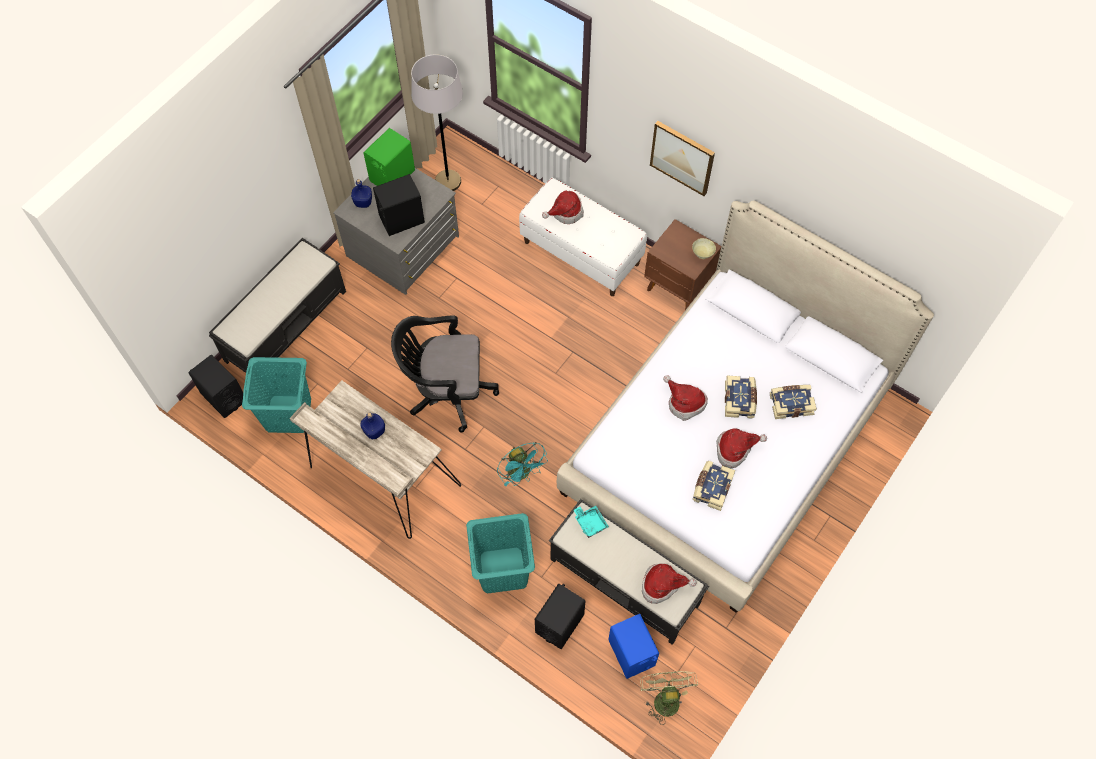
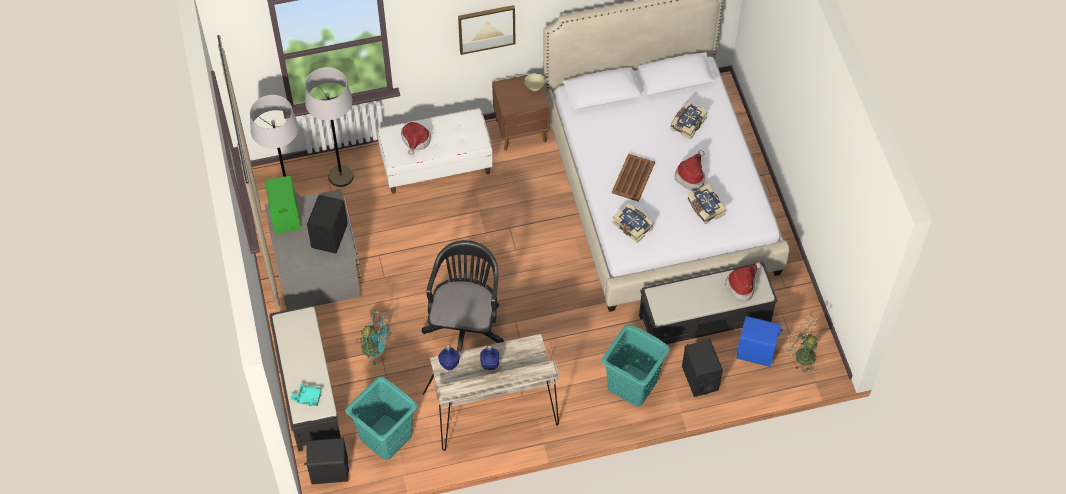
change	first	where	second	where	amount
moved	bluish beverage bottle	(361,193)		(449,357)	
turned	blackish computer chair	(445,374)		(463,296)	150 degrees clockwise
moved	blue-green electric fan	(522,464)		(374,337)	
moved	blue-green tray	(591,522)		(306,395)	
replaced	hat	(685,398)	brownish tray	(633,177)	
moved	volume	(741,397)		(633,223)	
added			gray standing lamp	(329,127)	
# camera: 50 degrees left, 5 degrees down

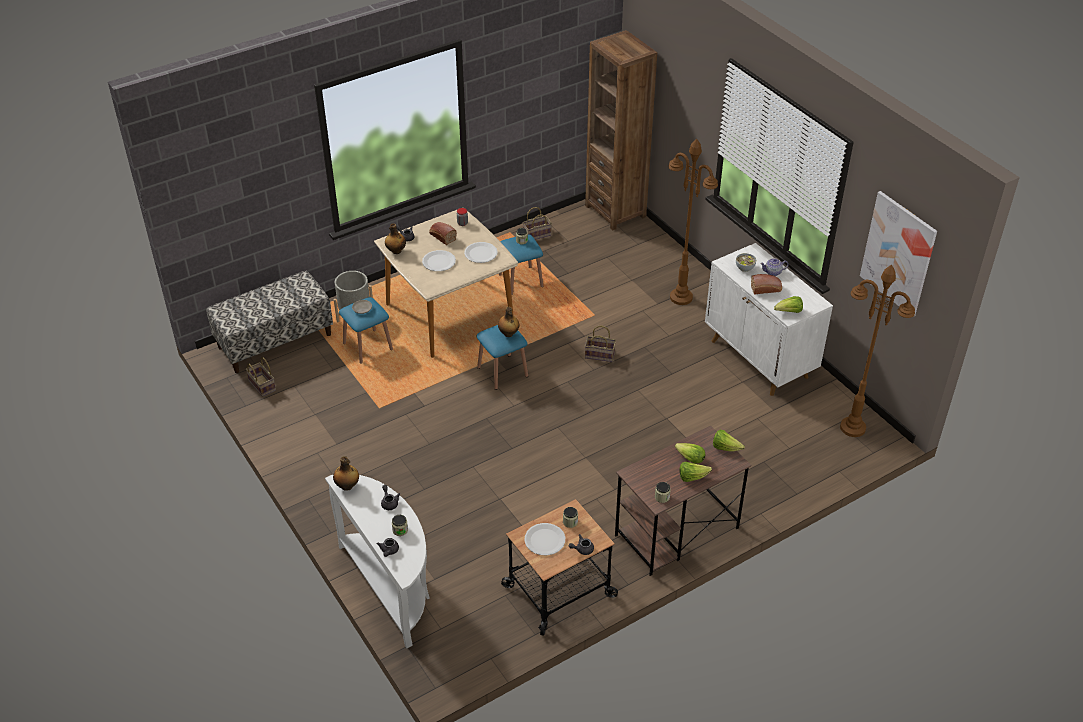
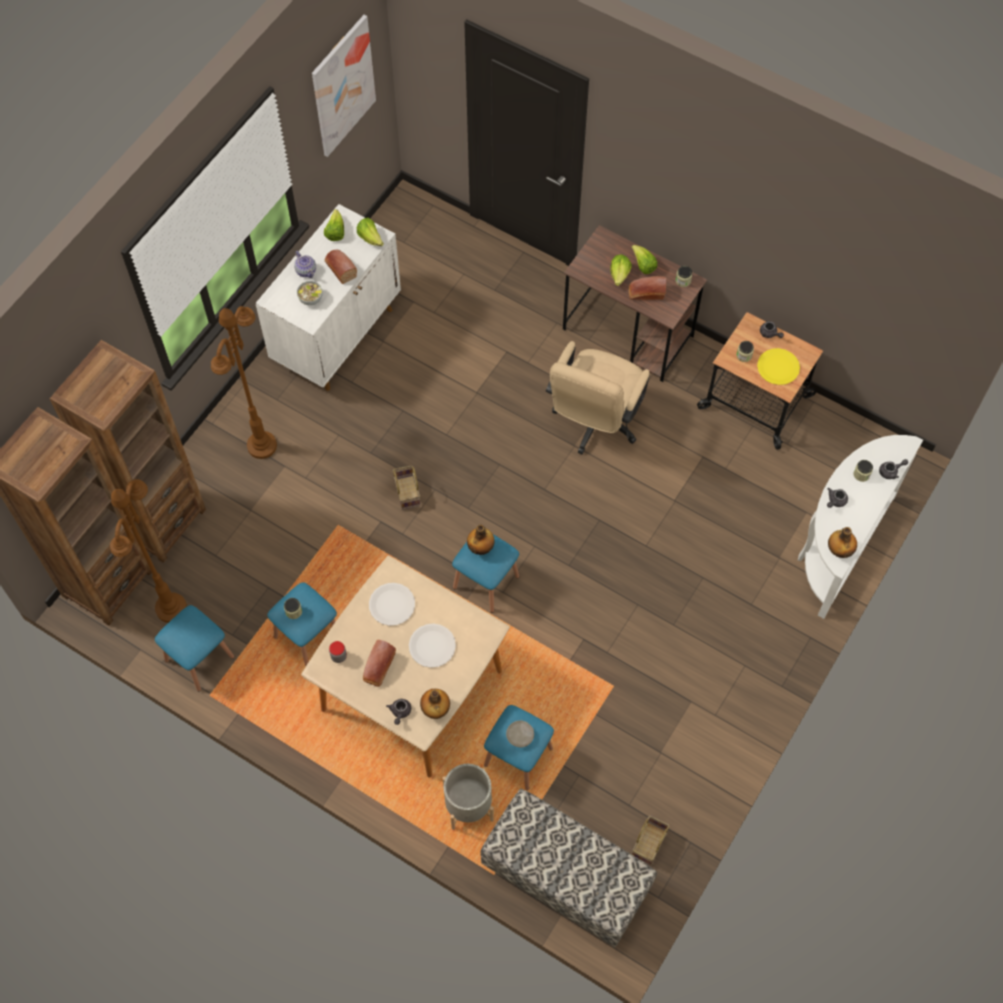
change	first	where	second	where	amount
replaced	basket	(537,223)	bluish sitting stool	(194,648)	
recoloured	white flat dish	(544,539)	yellowish flat dish	(778,366)	
moved	lettuce	(729,440)		(334,225)	
moved	brownish standing lamp	(877,350)		(148,551)	
added			brownish bookshelf	(128,451)	
added			beige-coloured computer chair	(598,398)	
added			bread	(647,288)	
# camera: 115 degrees left, 20 degrees up

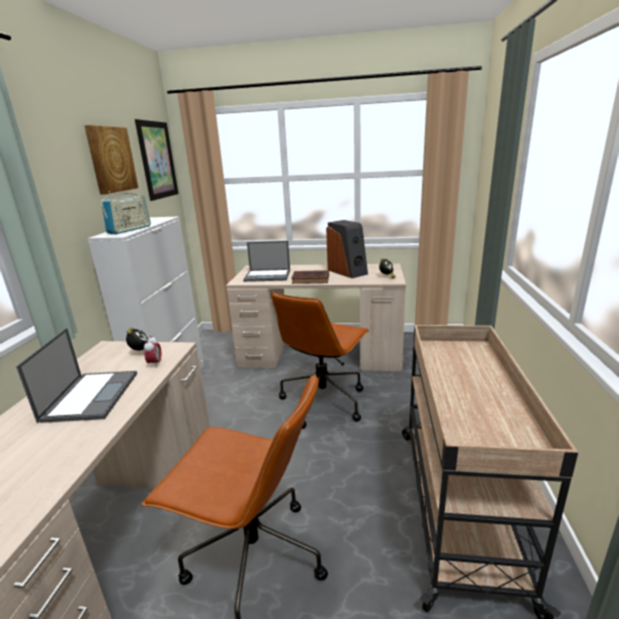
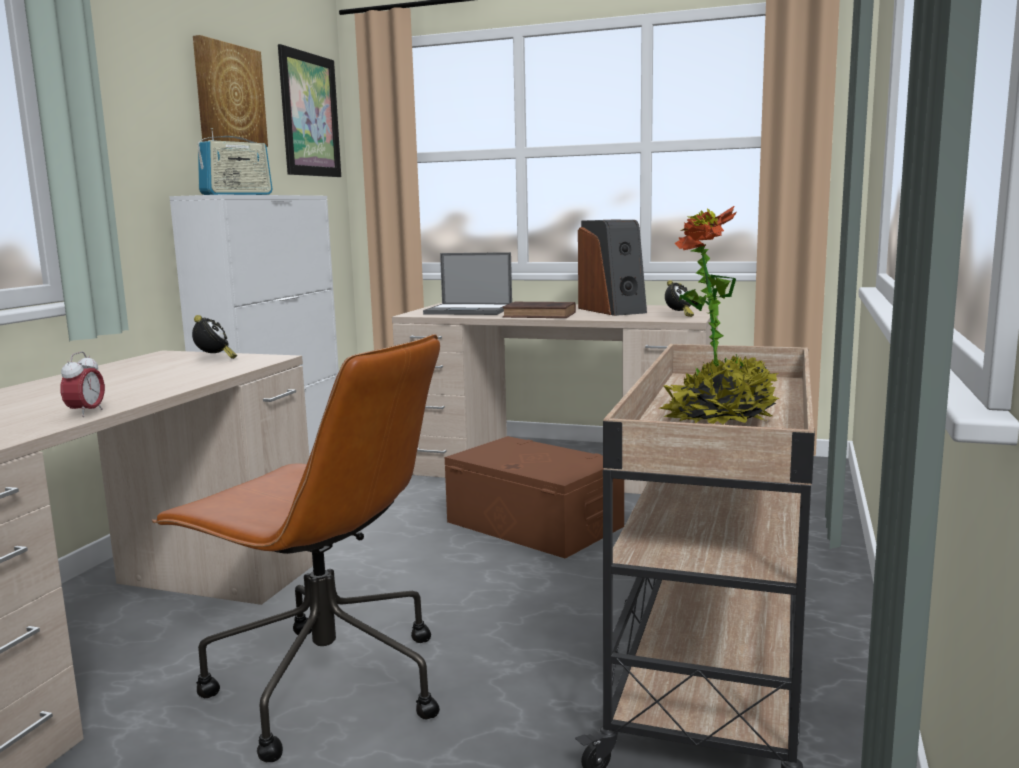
change	first	where	second	where	amount
removed	notebook computer	(76,375)			
moved	alarm clock	(152,351)		(83,384)	
replaced	brownish computer chair	(320,360)	brownish storage bin	(534,497)	
added			potted plant	(719,315)	
# camera: 10 degrees right, 10 degrees down

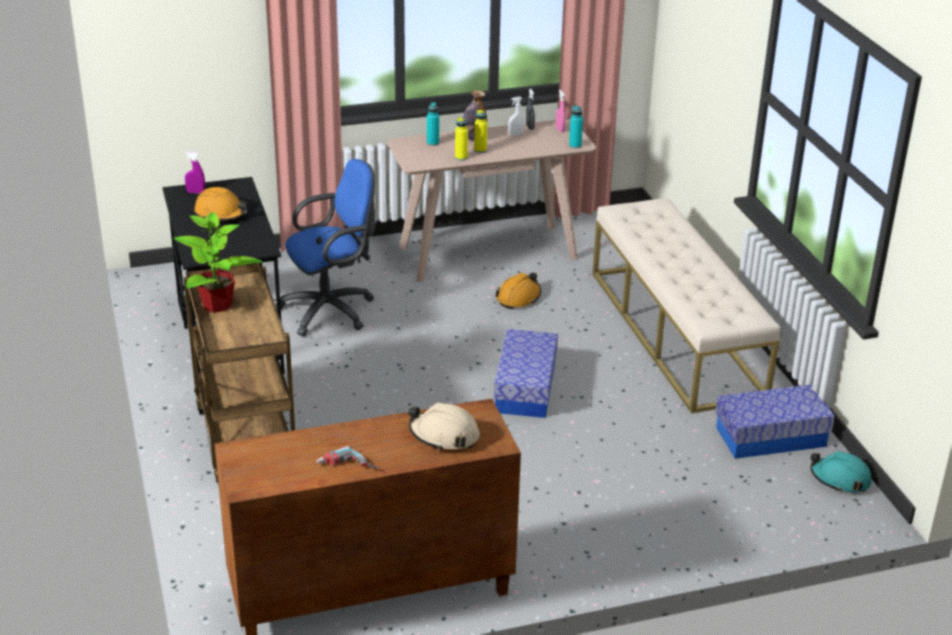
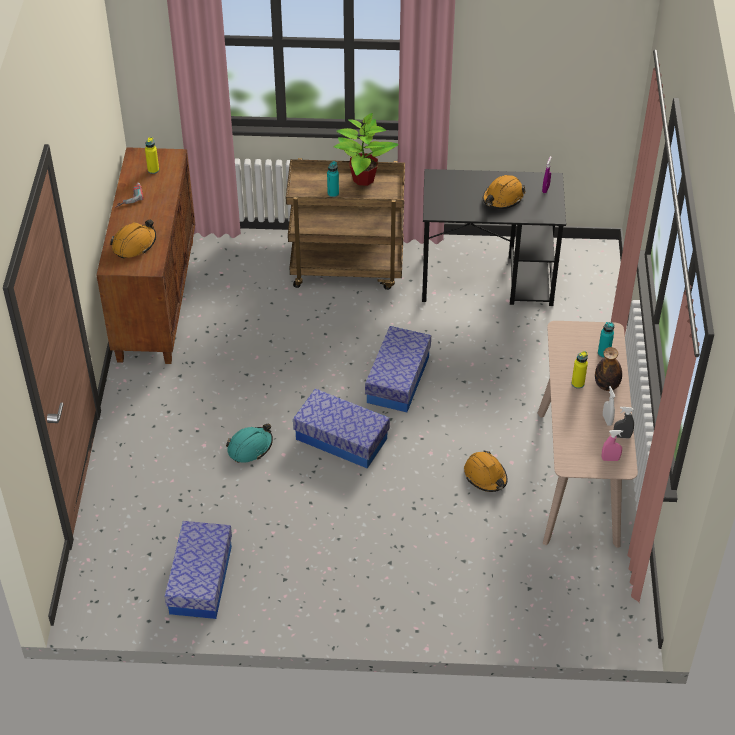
change	first	where	second	where	amount
removed	bluish computer chair	(325,247)			
recoloured	beige-coloured work helmet	(444,426)	orangey work helmet	(133,239)	
moved	yellowish beverage bottle	(461,139)		(152,155)	
moved	blue-green beverage bottle	(576,127)		(333,179)	
removed	beige-coloured bench	(686,305)			
moved	blue-green work helmet	(841,471)		(249,443)	
added			storage bin	(398,369)	
# camera: 110 degrees right, 15 degrees up

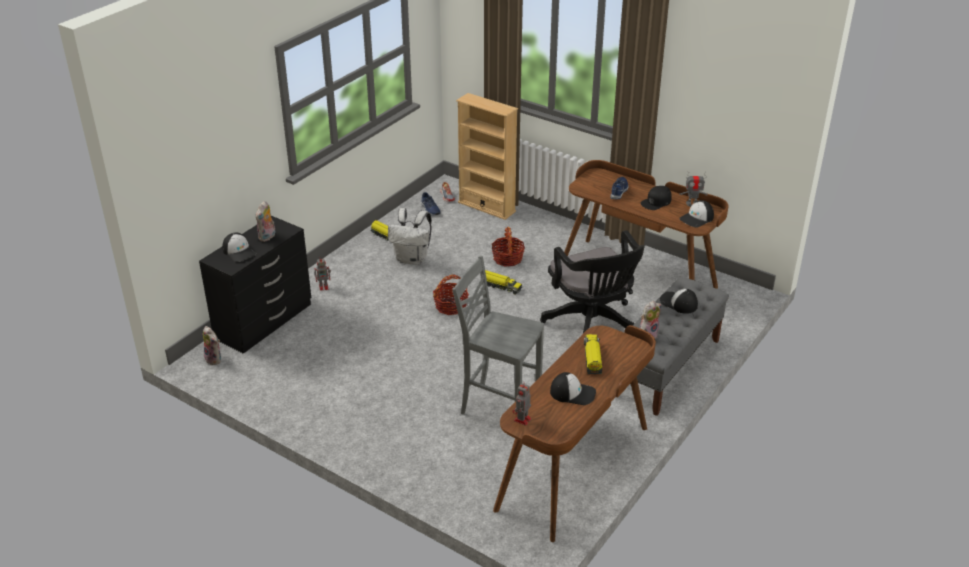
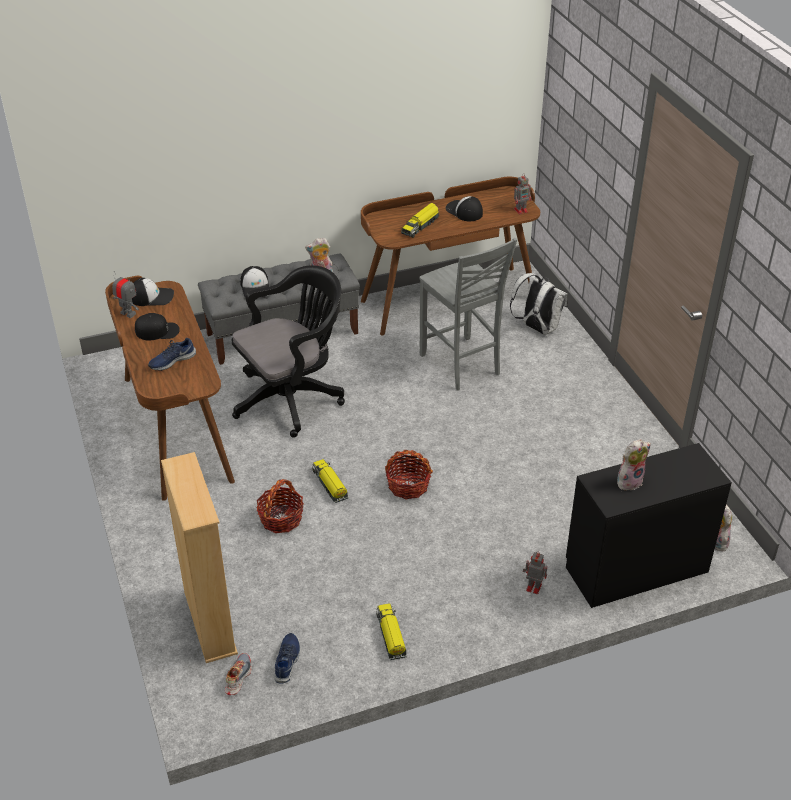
change	first	where	second	where	amount
removed	peaked cap	(239,247)			
moved	white knapsack	(410,236)		(539,304)	
turned	blackish computer chair	(592,281)		(288,351)	45 degrees clockwise
# camera: 145 degrees left, 5 degrees up

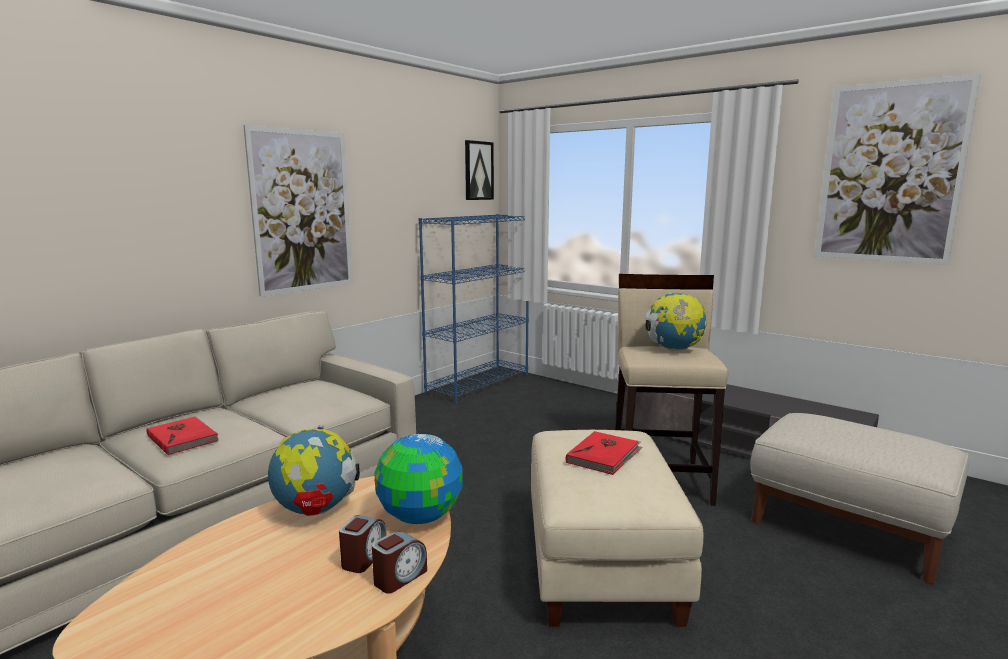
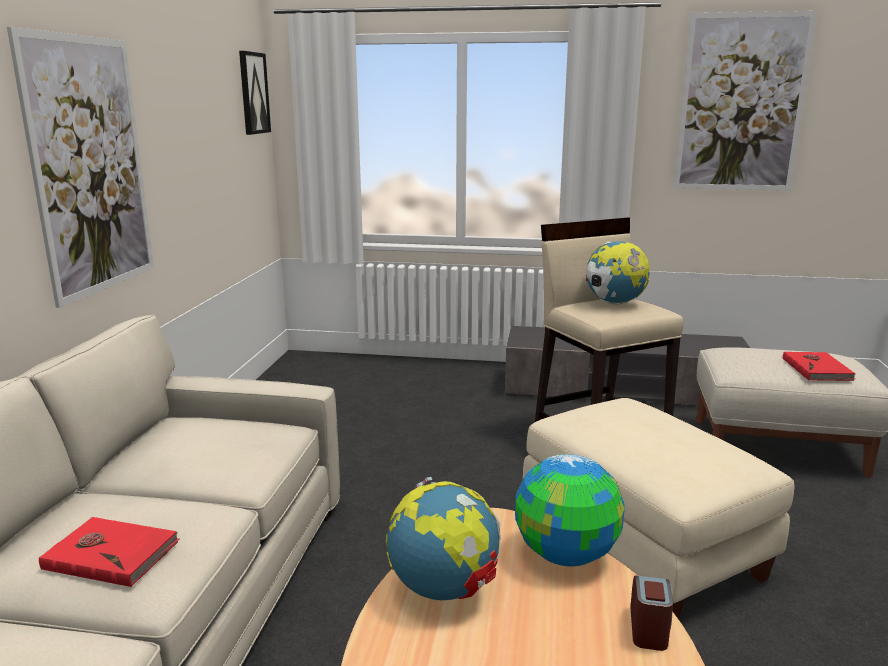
change	first	where	second	where	amount
removed	alarm clock	(362,544)			
removed	bluish bookshelf	(474,309)			
moved	red volume	(604,453)		(819,366)	
# camera: 30 degrees left, 5 degrees up

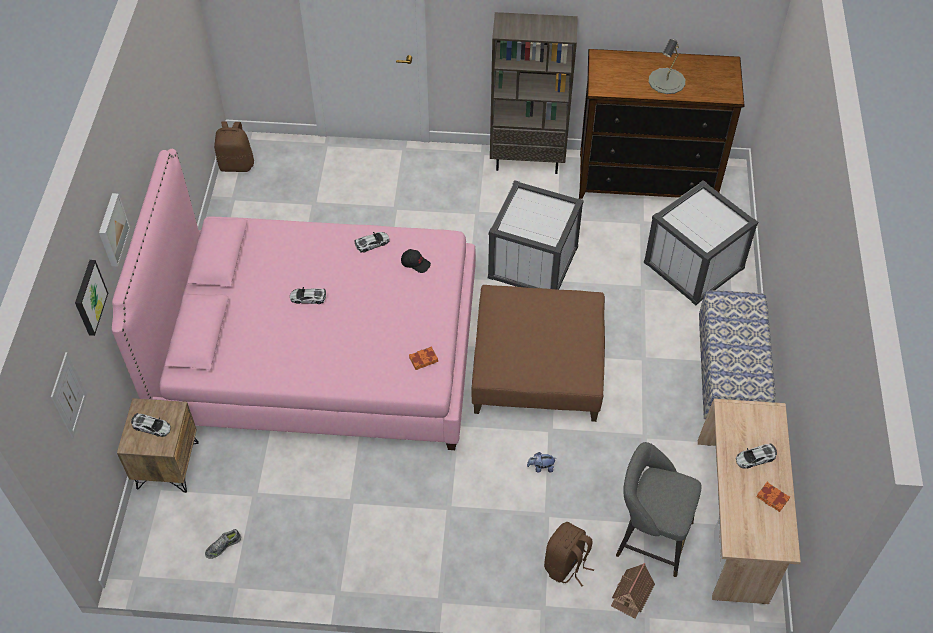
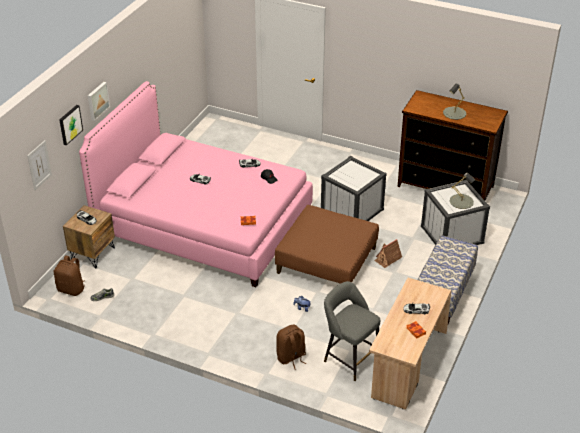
change	first	where	second	where	amount
moved	brownish knapsack	(234,147)		(69,275)	
removed	brownish bookshelf	(534,93)			
moved	model house	(633,591)		(388,253)	
added			gray table lamp	(462,191)	
# camera: 20 degrees right, 15 degrees down

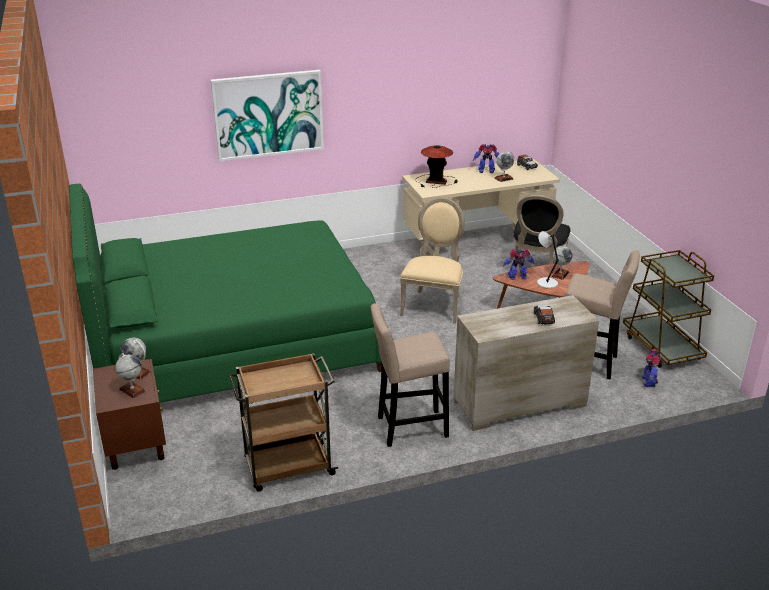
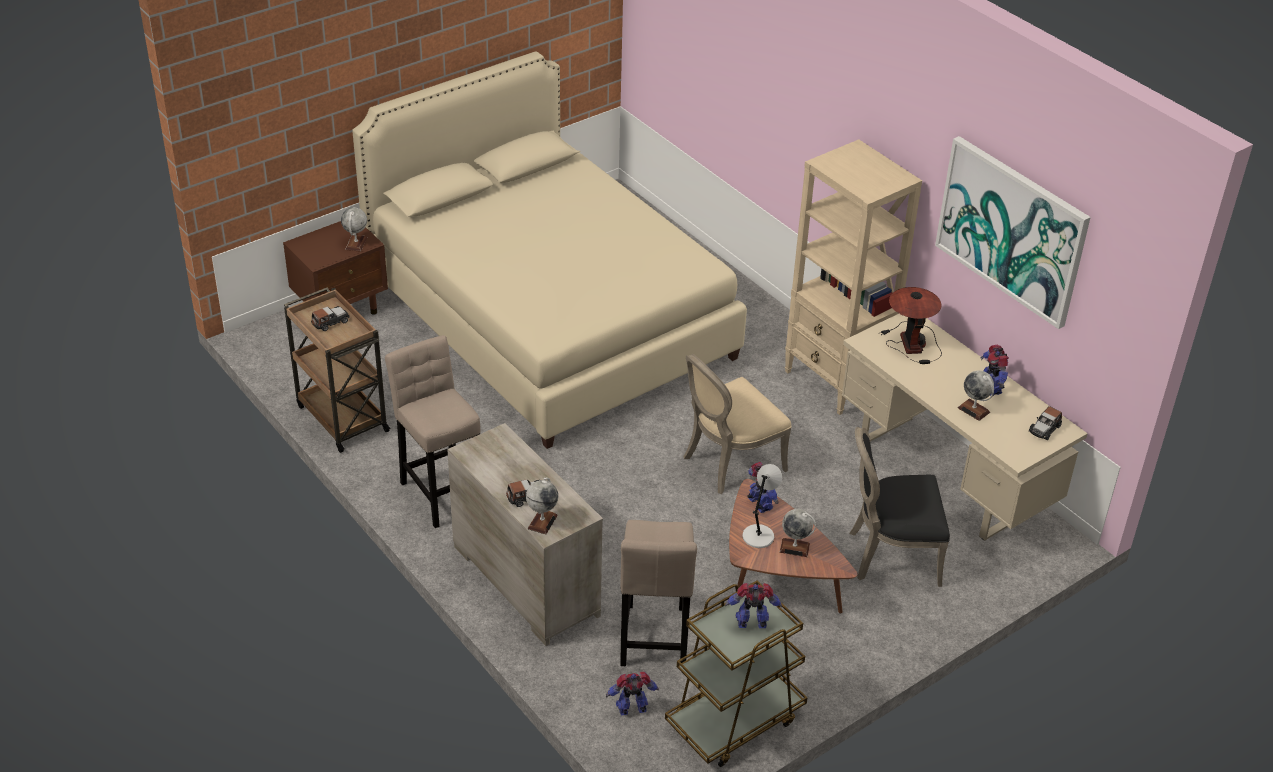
change	first	where	second	where	amount
recoloured	green bed	(228,293)	beige-coloured bed	(549,250)	
moved	globe	(130,375)		(542,505)	
moved	wall picture	(267,116)		(1013,232)	
turned	beige-coloured upright chair	(432,261)		(737,424)	150 degrees clockwise
added			model car	(330,318)	
added			model robot	(753,605)	
added			beige-coloured bookshelf	(853,277)	
# camera: 70 degrees right, 10 degrees up

